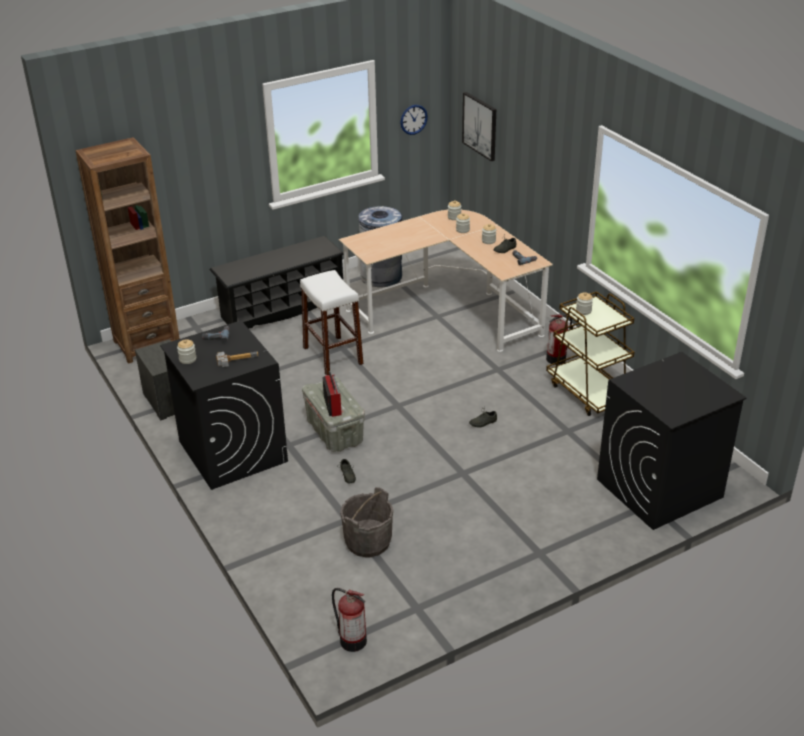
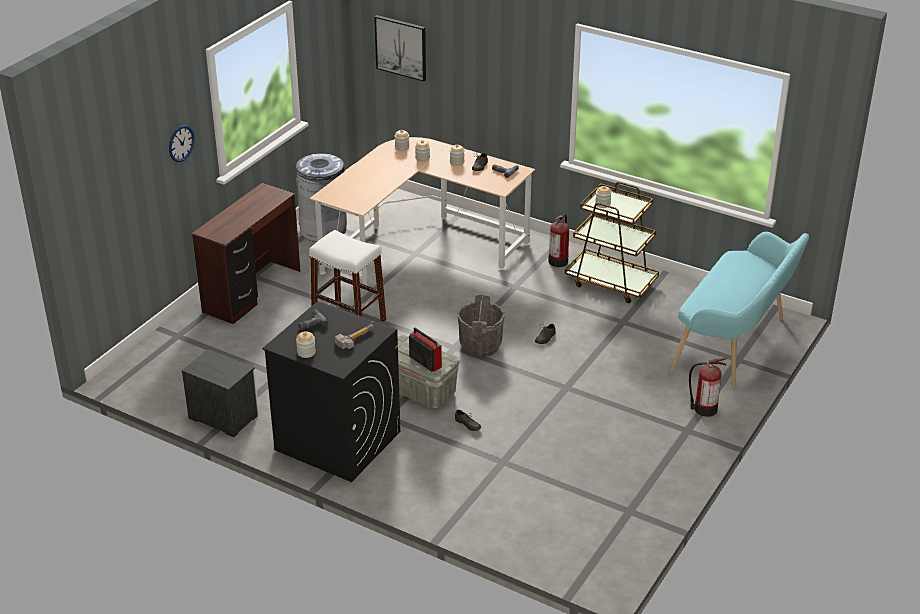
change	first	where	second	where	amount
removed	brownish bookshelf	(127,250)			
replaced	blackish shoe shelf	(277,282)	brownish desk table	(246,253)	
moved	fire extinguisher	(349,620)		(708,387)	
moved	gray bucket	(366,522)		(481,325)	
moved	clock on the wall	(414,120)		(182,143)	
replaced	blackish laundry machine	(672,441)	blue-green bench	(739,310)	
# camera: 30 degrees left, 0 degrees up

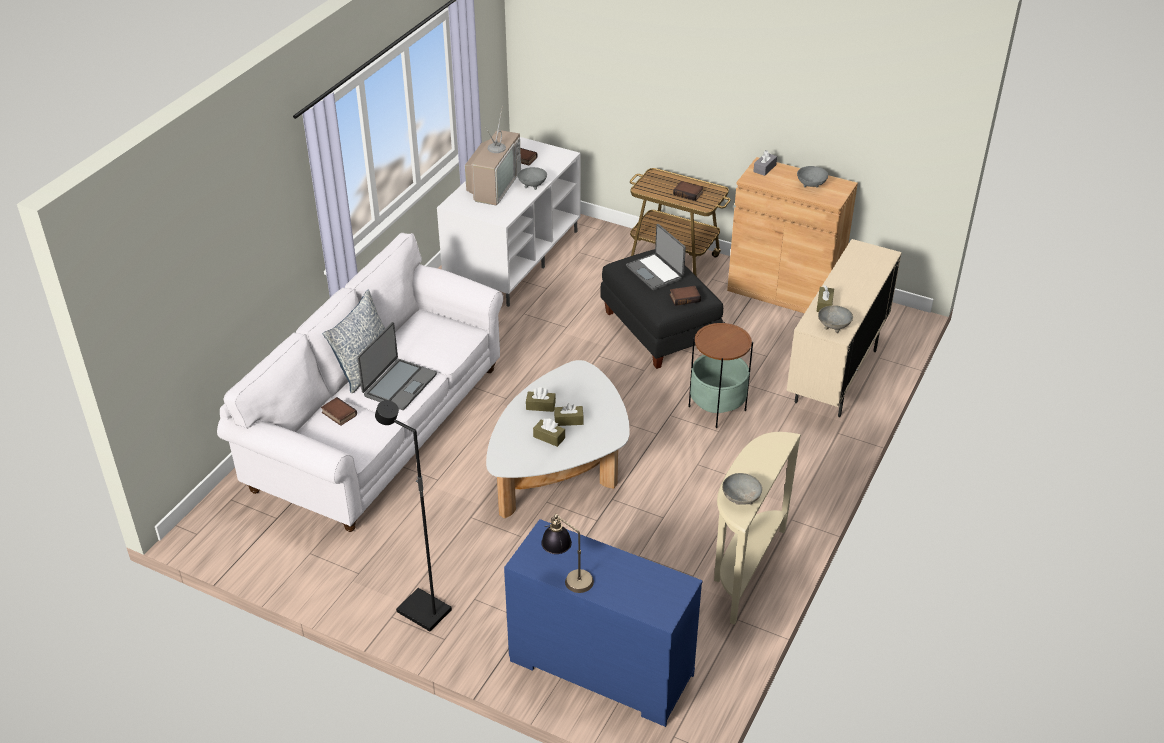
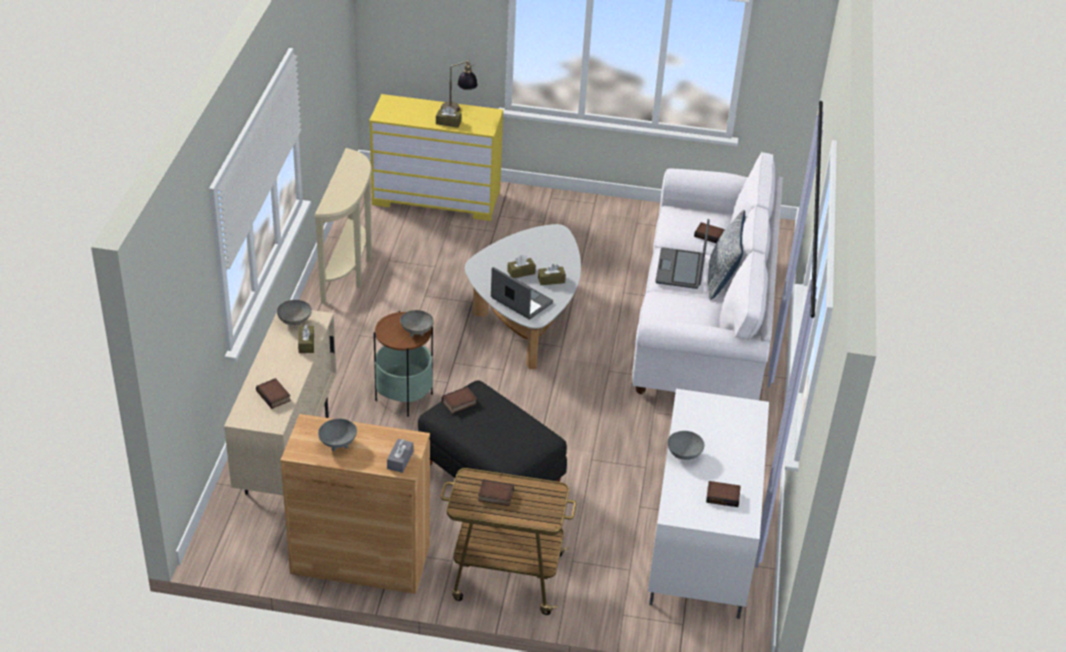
change	first	where	second	where	amount
removed	blackish standing lamp	(413,515)			
removed	TV	(493,157)			
recoloured	bluish chest of drawers	(603,623)	yellowish chest of drawers	(436,157)	
moved	brownish tissue holder	(549,433)		(448,117)	
moved	notebook computer	(656,257)		(522,293)	
moved	gray serving bowl	(742,489)		(417,323)	
added			volume	(273,393)	
# camera: 160 degrees right, 0 degrees up

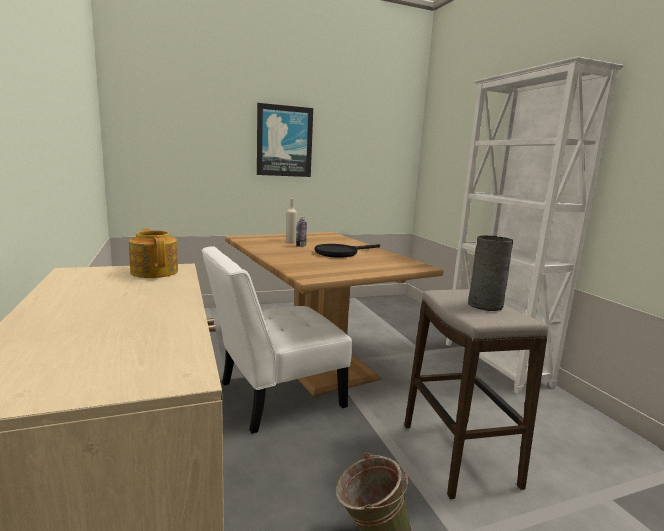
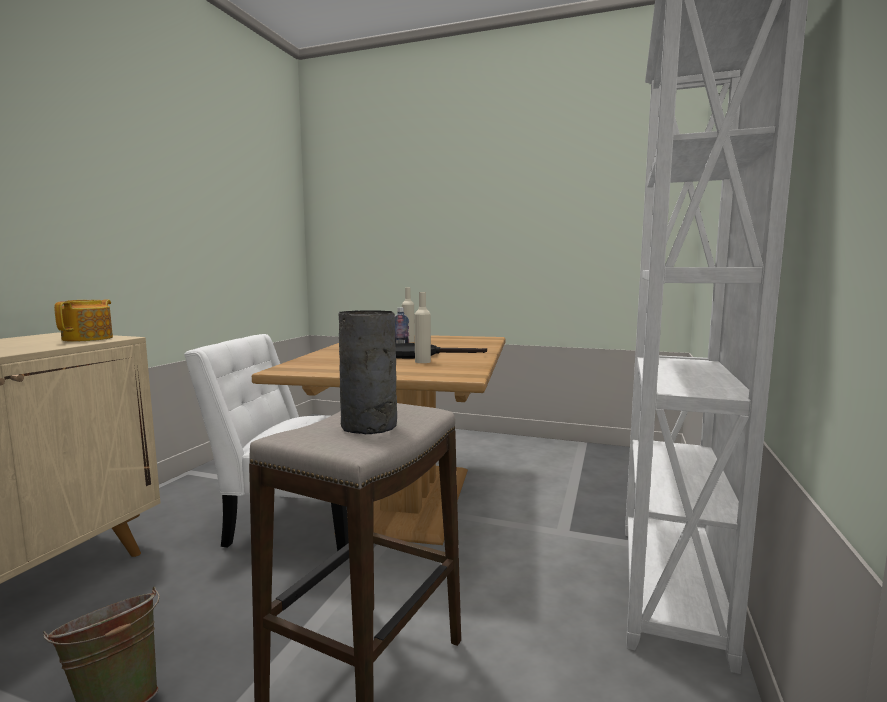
change	first	where	second	where	amount
removed	wall picture	(285,140)			
added			beige-coloured beverage bottle	(423,327)	
# camera: 40 degrees right, 5 degrees down

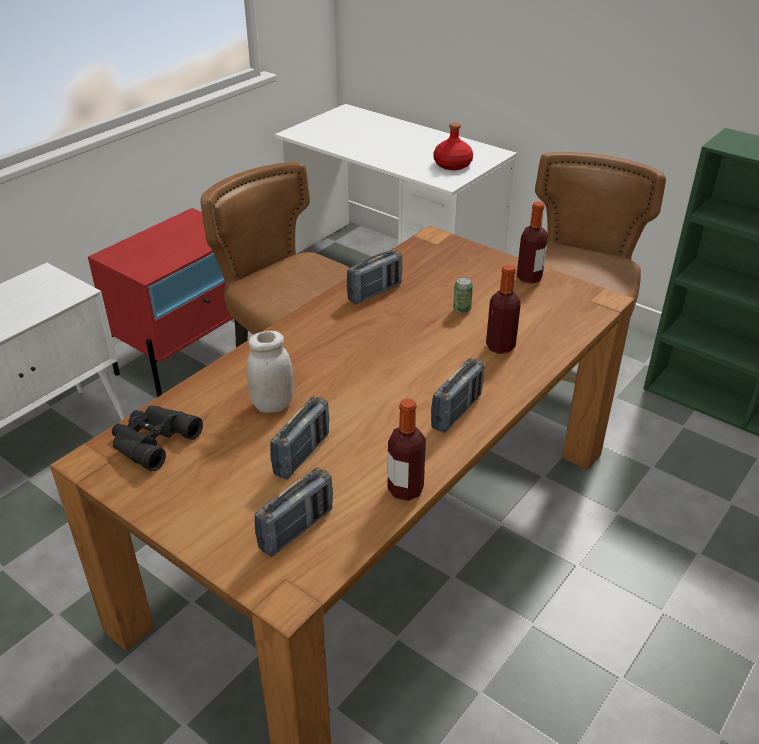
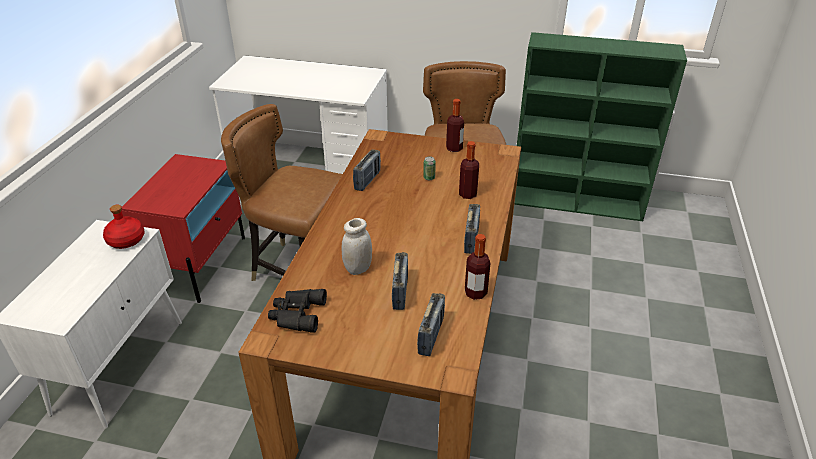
change	first	where	second	where	amount
moved	red beverage bottle	(453,146)		(124,227)	
# camera: 25 degrees left, 0 degrees up

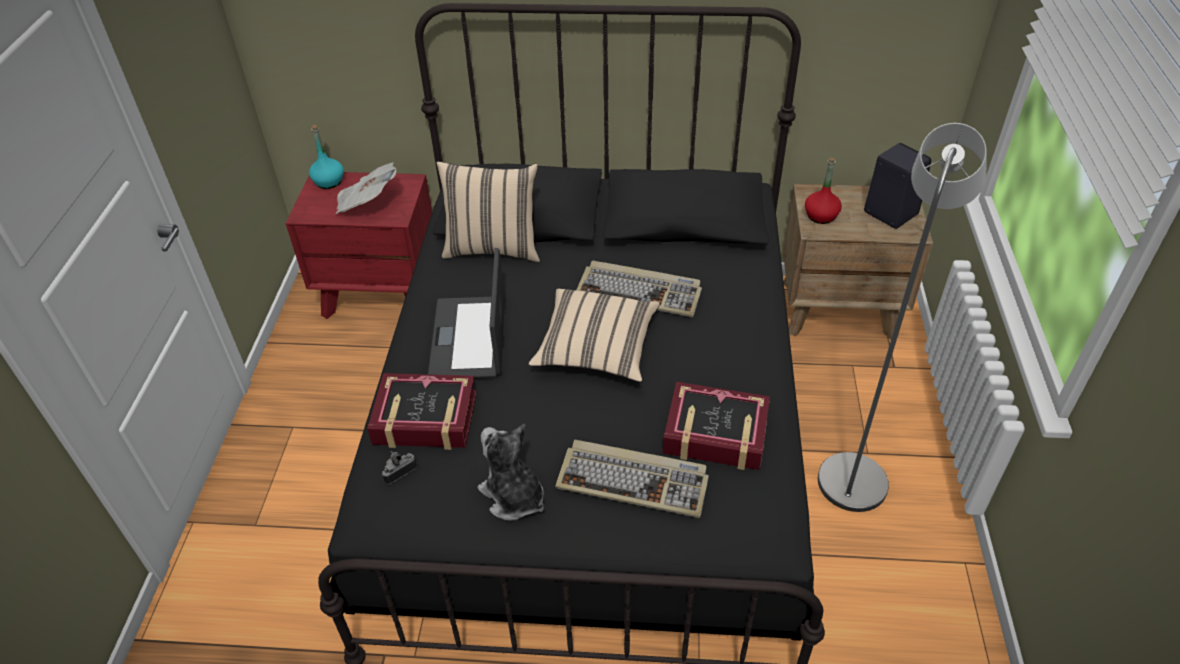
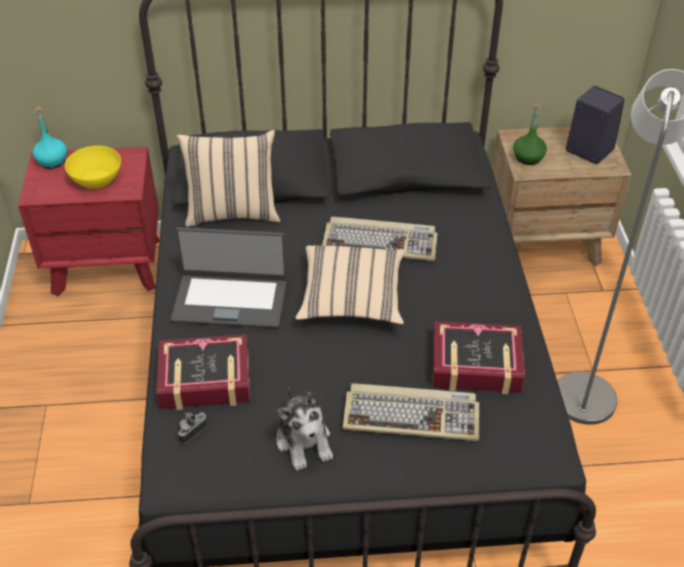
change	first	where	second	where	amount
replaced	printed paper	(366,188)	yellowish serving bowl	(93,167)	
turned	notebook computer	(466,313)		(229,277)	75 degrees counterclockwise
turned	soft toy	(511,472)		(305,429)	150 degrees counterclockwise
recoloured	red beverage bottle	(823,190)	green beverage bottle	(530,134)	
# camera: 10 degrees left, 0 degrees up

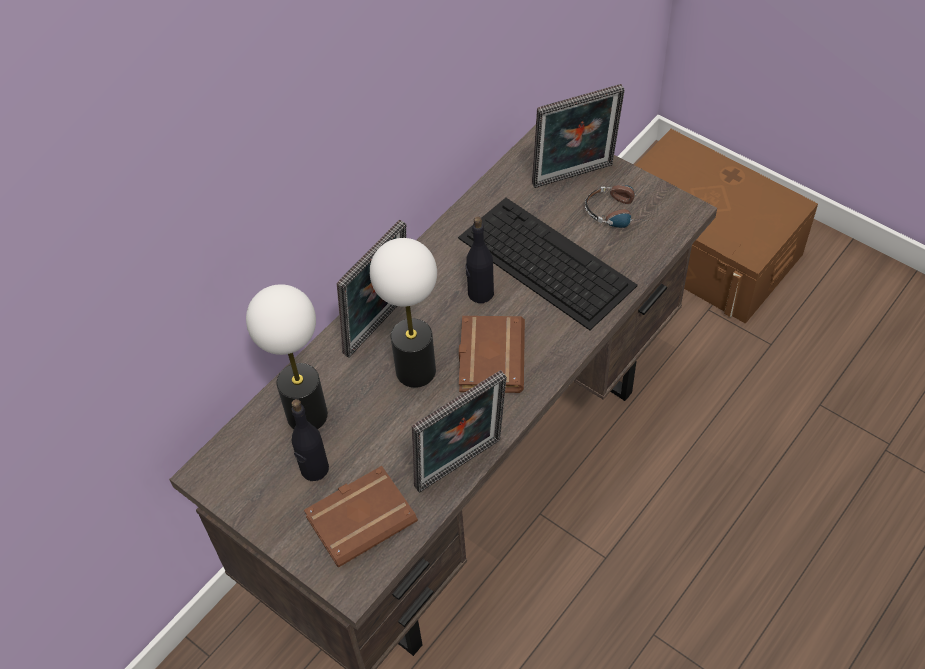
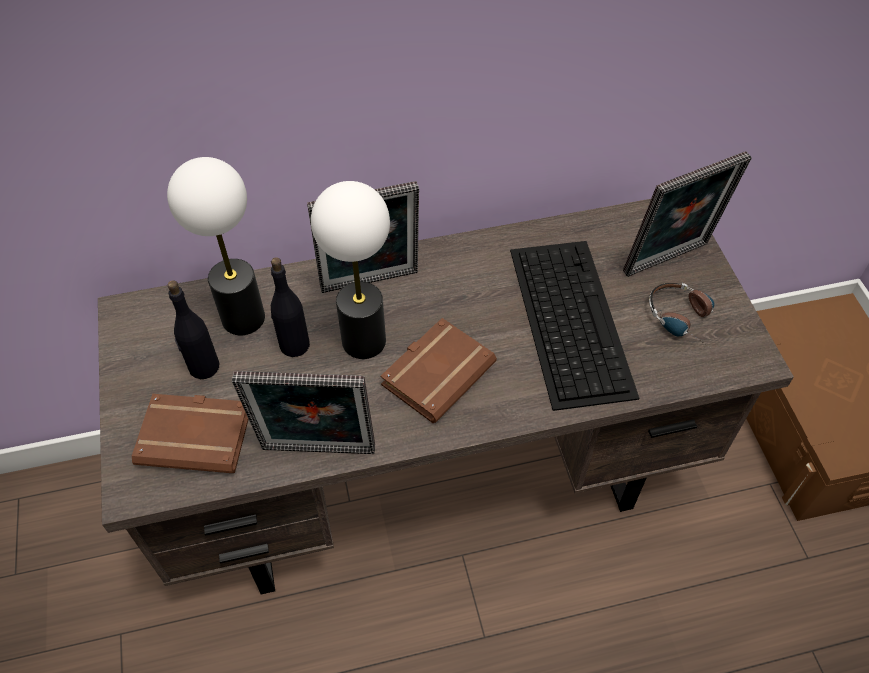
change	first	where	second	where	amount
moved	blackish beverage bottle	(479,259)		(290,307)	
turned	photo frame	(578,136)		(687,214)	45 degrees counterclockwise
# camera: 35 degrees right, 0 degrees up

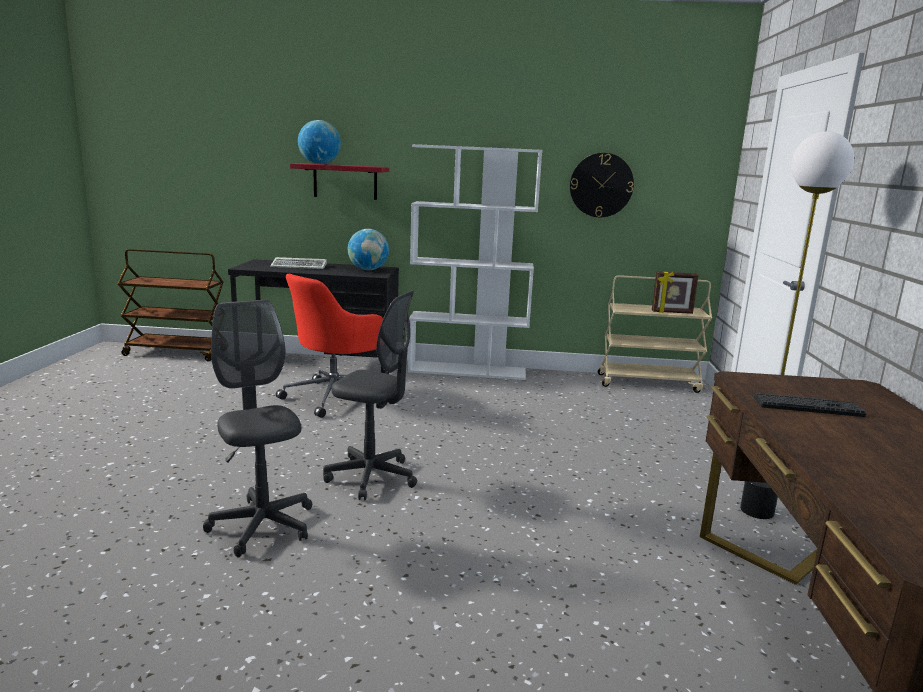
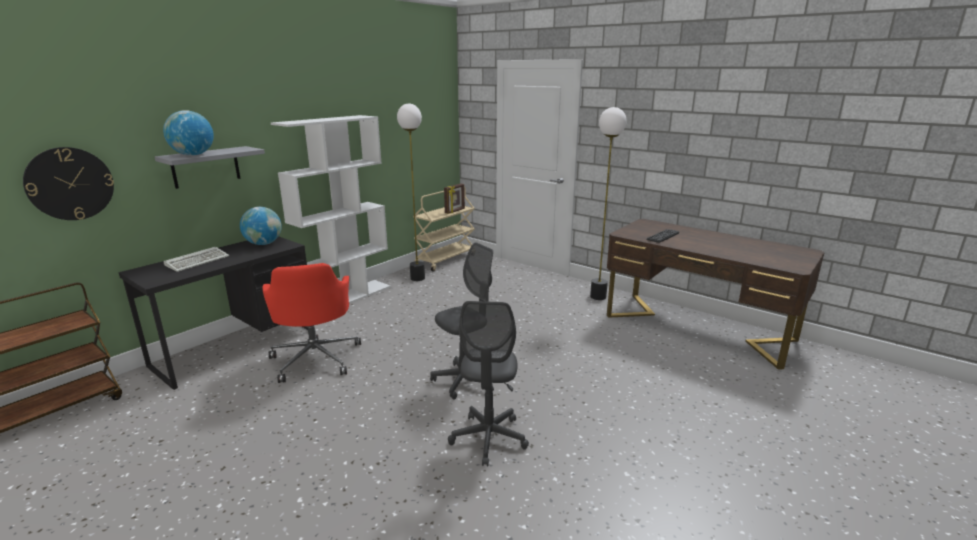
change	first	where	second	where	amount
turned	gray computer chair	(257,428)		(488,383)	90 degrees counterclockwise
recoloured	red shelf	(339,181)	gray shelf	(210,167)	
moved	clock on the wall	(602,185)		(68,183)	
added			standing lamp	(411,192)	
# camera: 55 degrees left, 5 degrees up

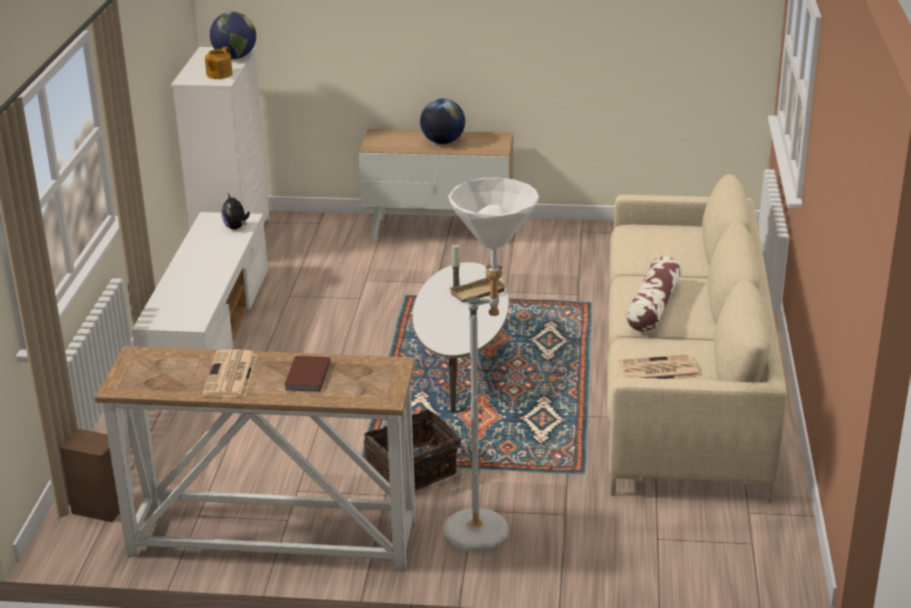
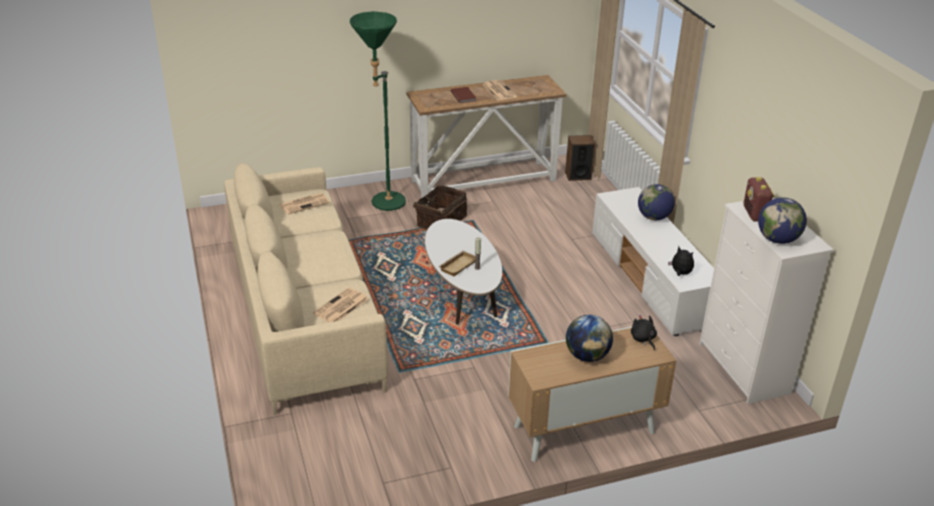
change	first	where	second	where	amount
replaced	tea pot	(219,63)	radio	(759,199)	
recoloured	white standing lamp	(491,364)	green standing lamp	(378,111)	
removed	throw pillow	(653,294)			
added			printed paper	(341,305)	
added			blackish soft toy	(644,332)	
added			globe	(656,202)	
# camera: 155 degrees right, 5 degrees up

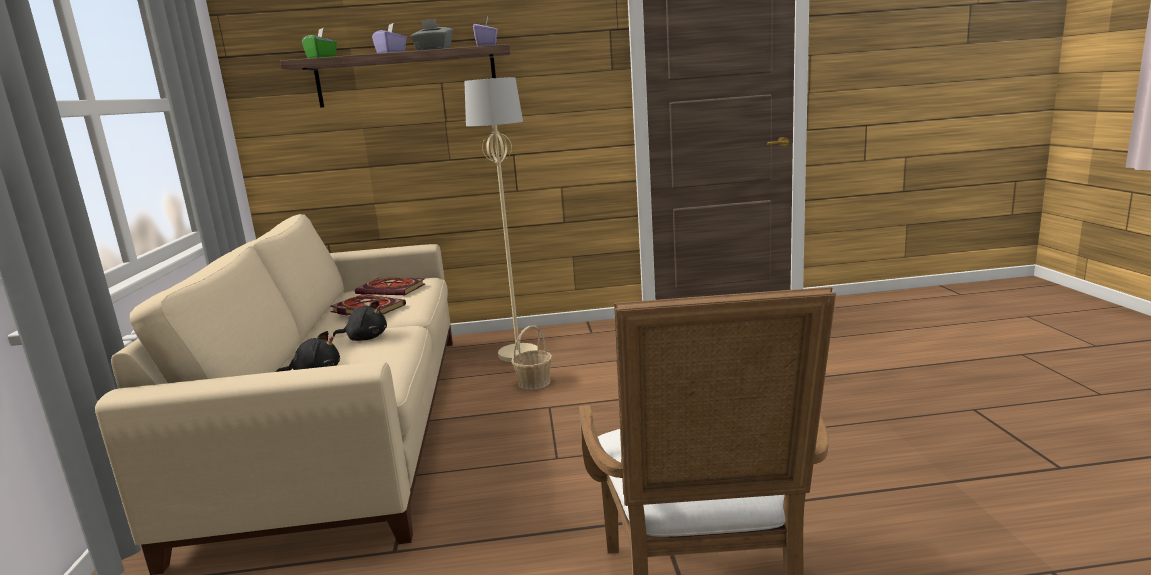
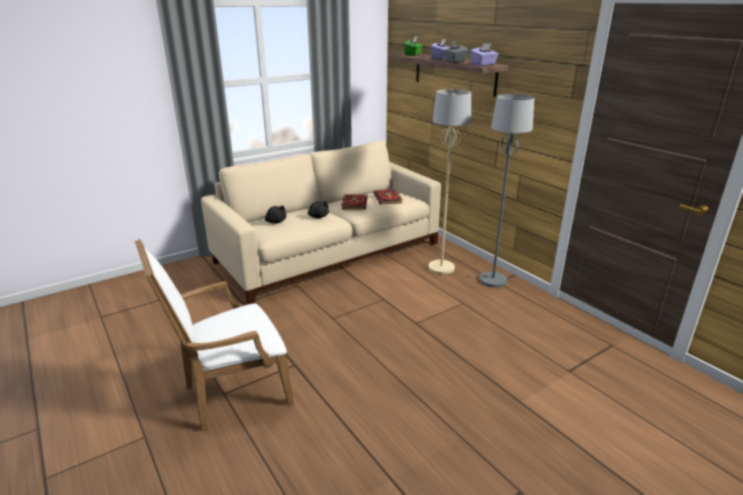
change	first	where	second	where	amount
removed	basket	(531,357)			
added			gray standing lamp	(506,190)	
# camera: 60 degrees right, 10 degrees up

